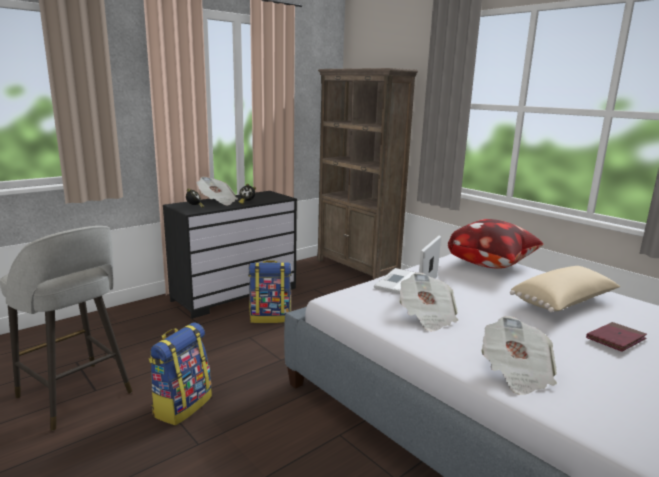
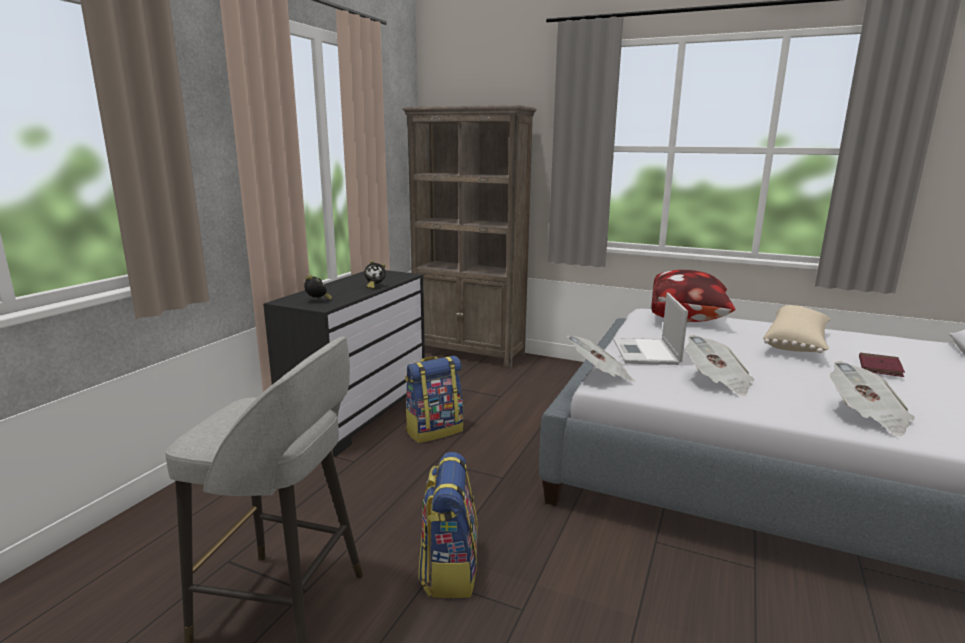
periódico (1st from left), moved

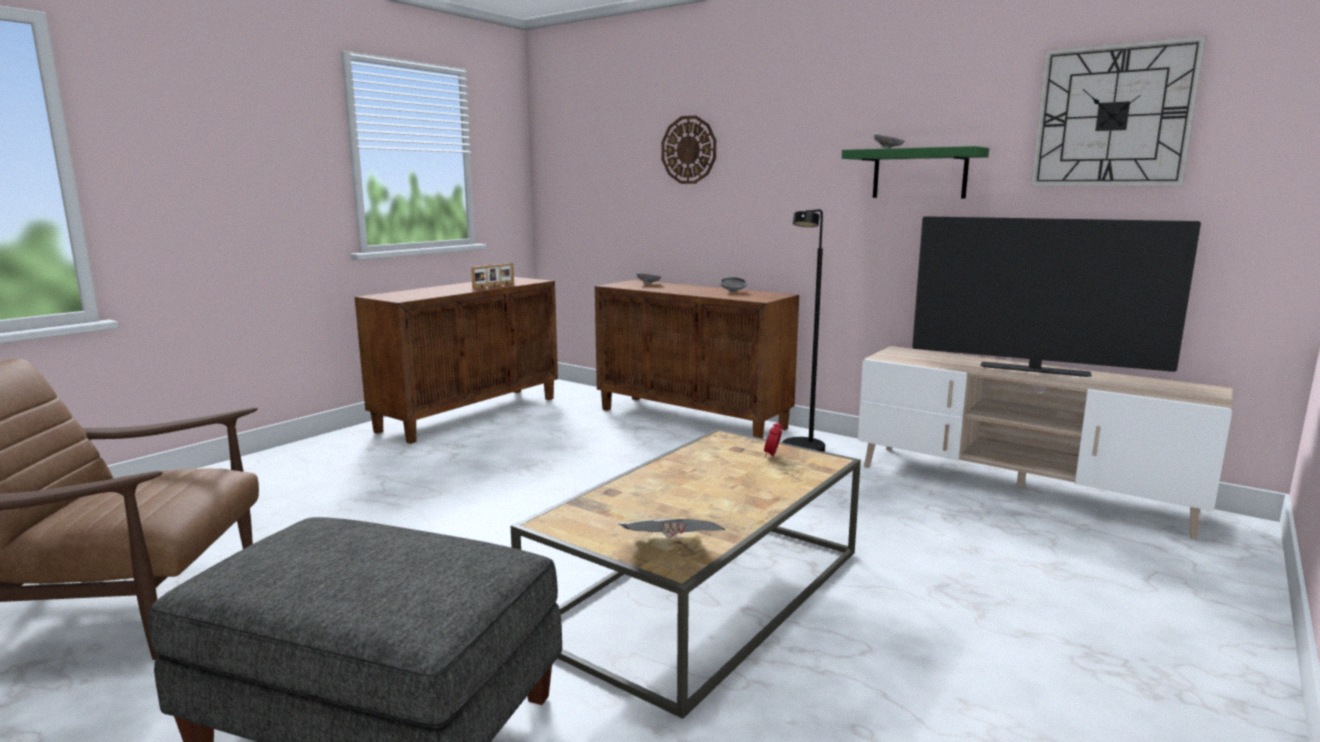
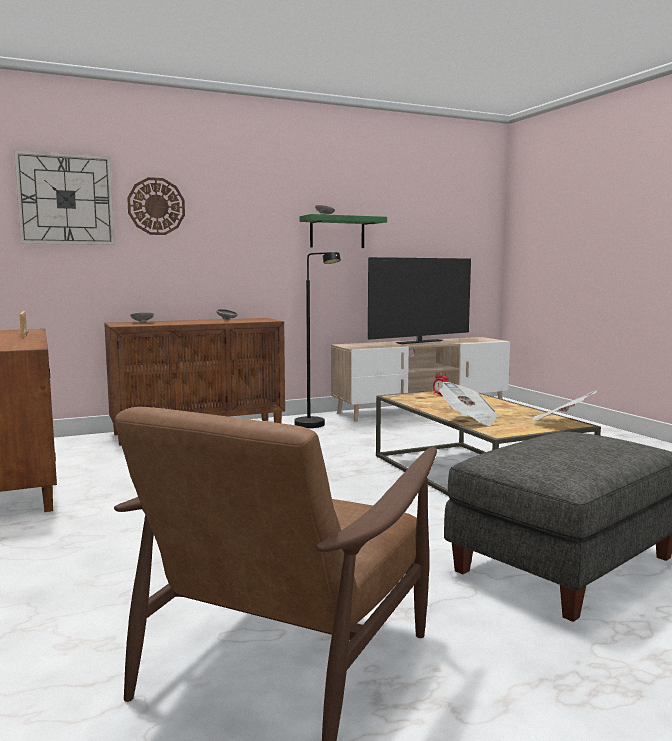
reloj de pared (2nd from left in the first image) => reloj de pared (1st from left), moved
nothing => periódico (1st from left)

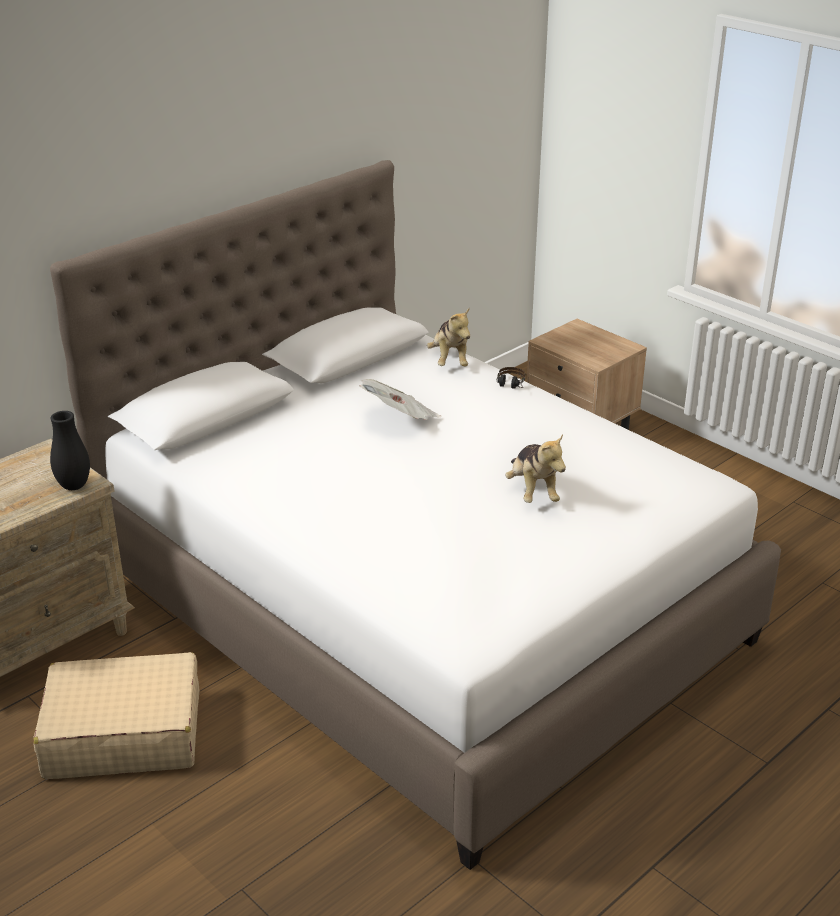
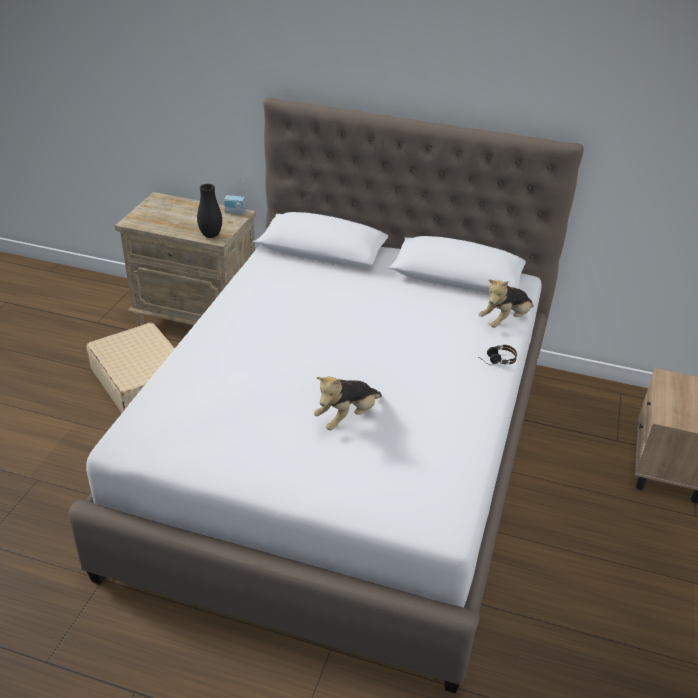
periódico => nothing
nothing => radio

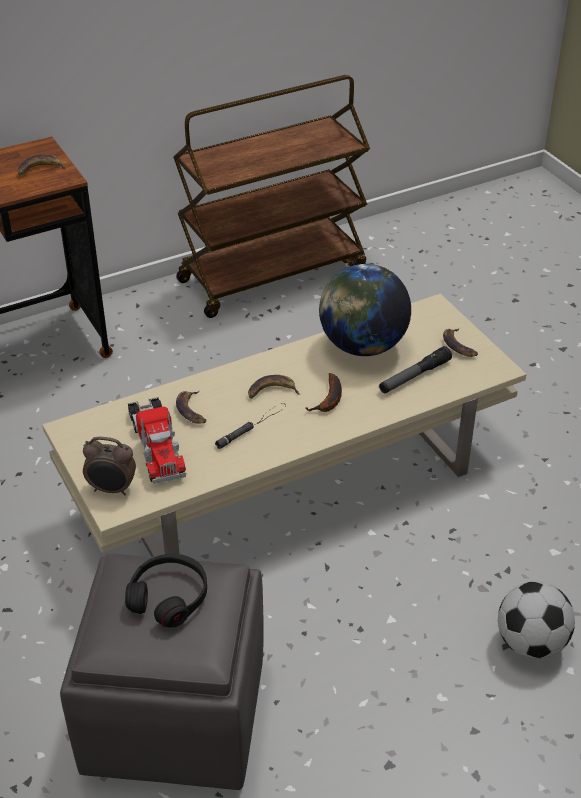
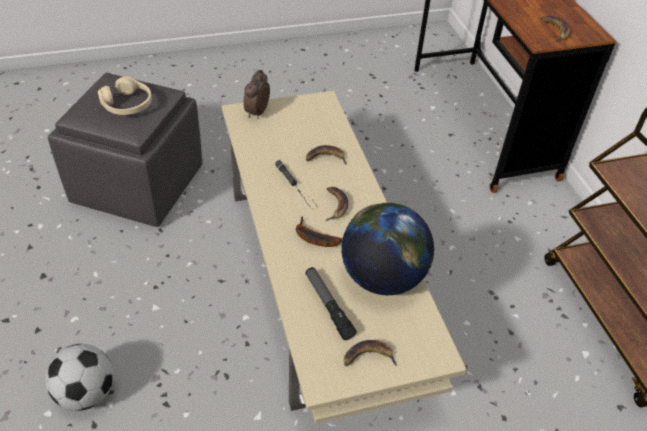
auriculares/negro => auriculares/beis
camión de juguete => nothing

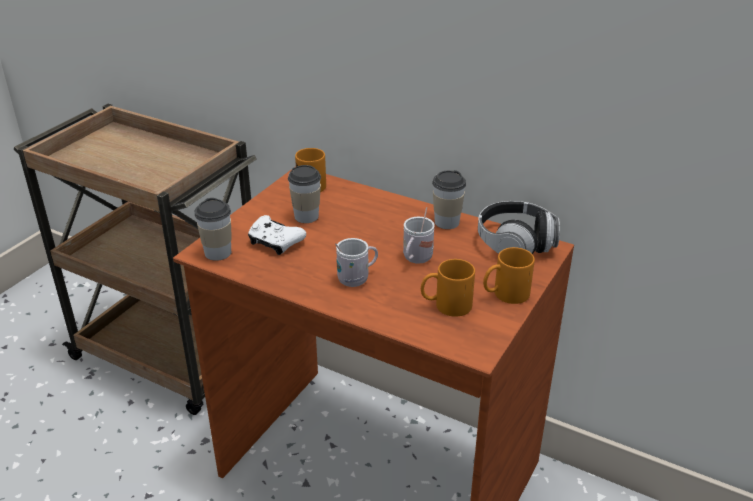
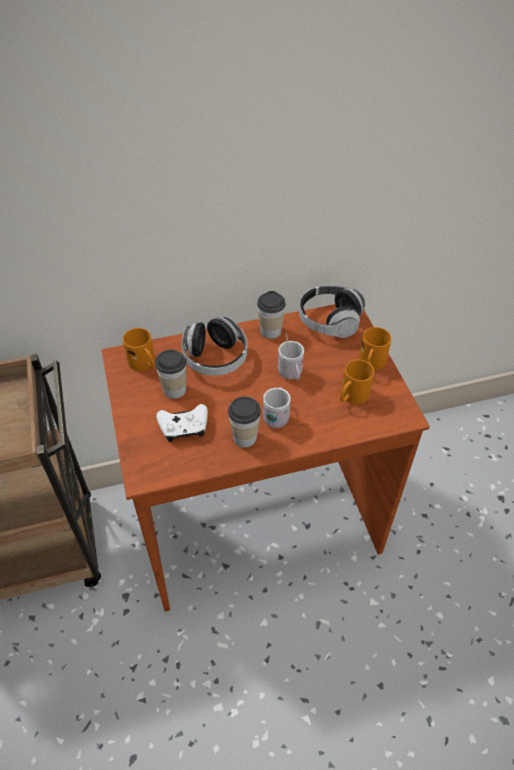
taza (1st from left in the first image) => taza (2nd from left), moved
nothing => auriculares (1st from left)

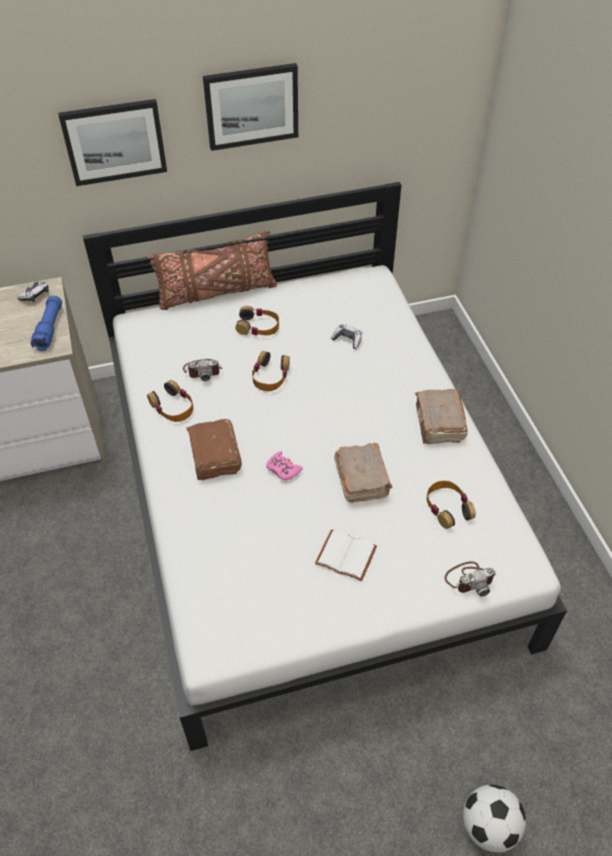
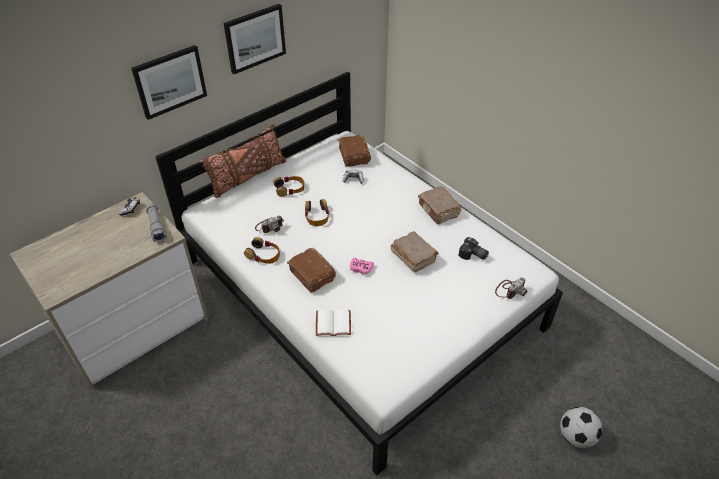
linterna/azul => linterna/gris
libro/blanco, moved
auriculares (4th from left) => cámara (2nd from left)
nothing => libro/marrón (2nd from left)

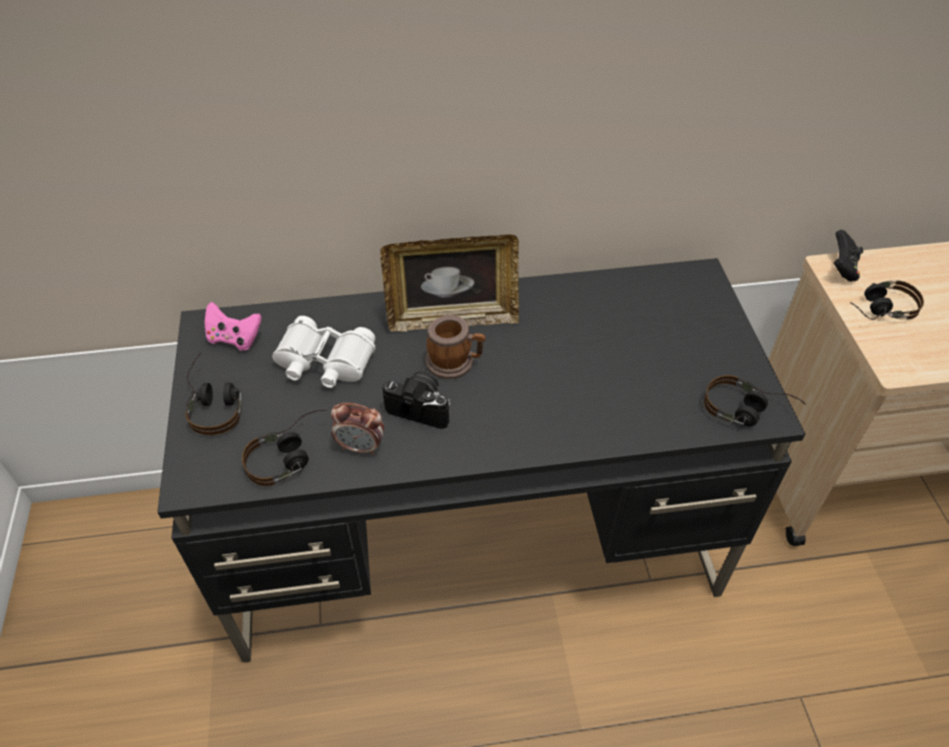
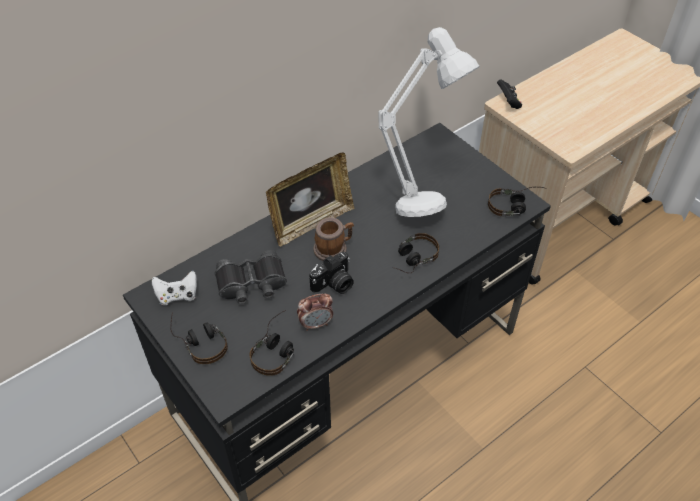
mando de consola/rosa => mando de consola/blanco
prismáticos/blanco => prismáticos/negro
cámara, 150 degrees clockwise
auriculares (4th from left in the first image) => auriculares (3rd from left), moved
nothing => lámpara de mesa/gris

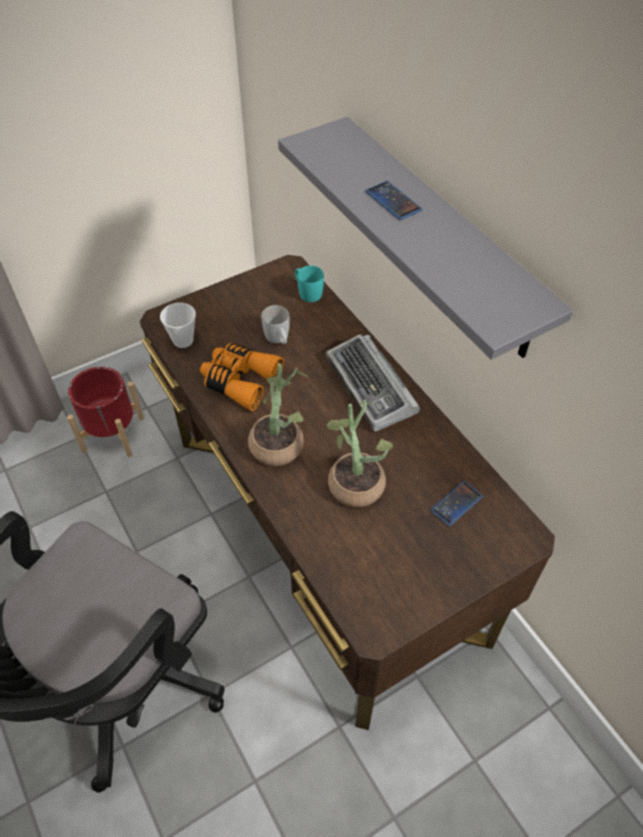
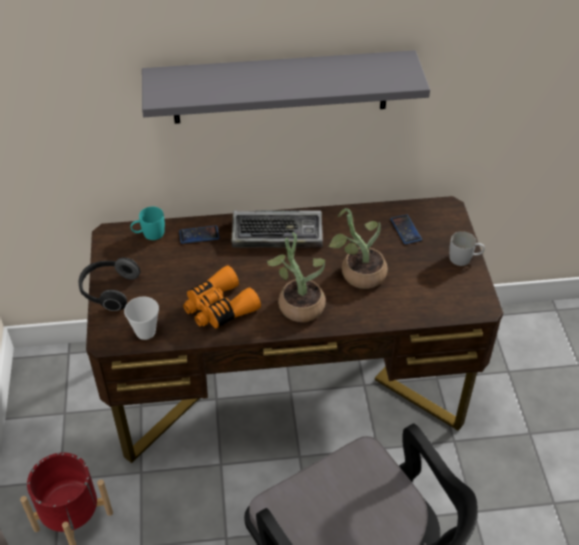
taza grande/blanco, moved
móvil (1st from left), moved
nothing => auriculares

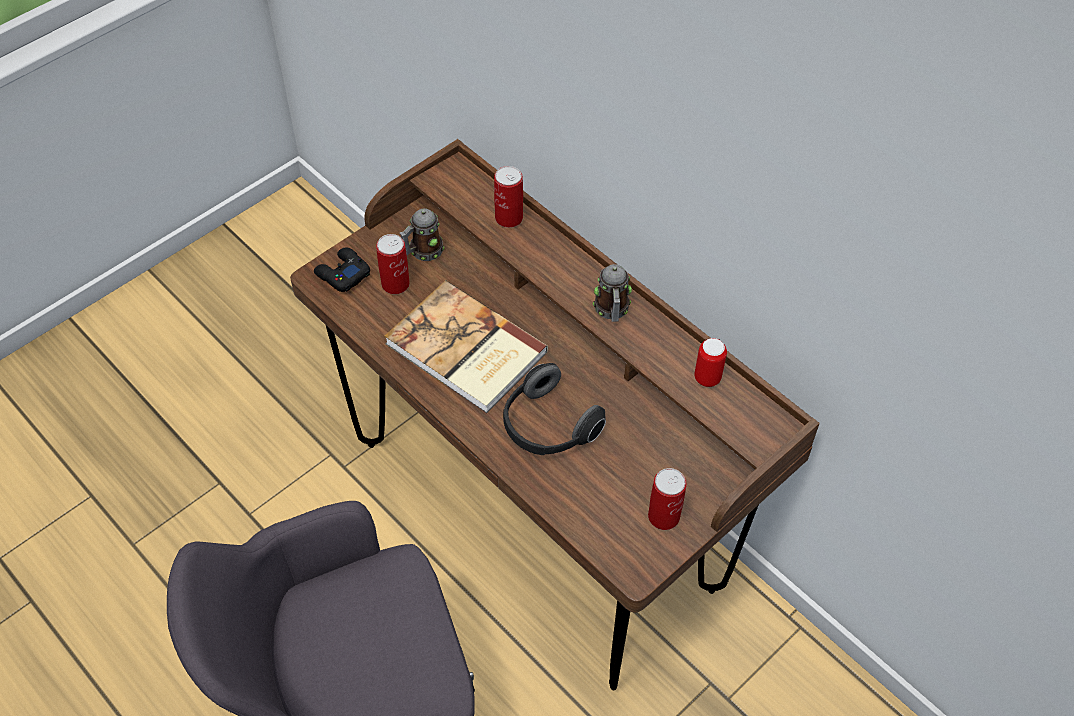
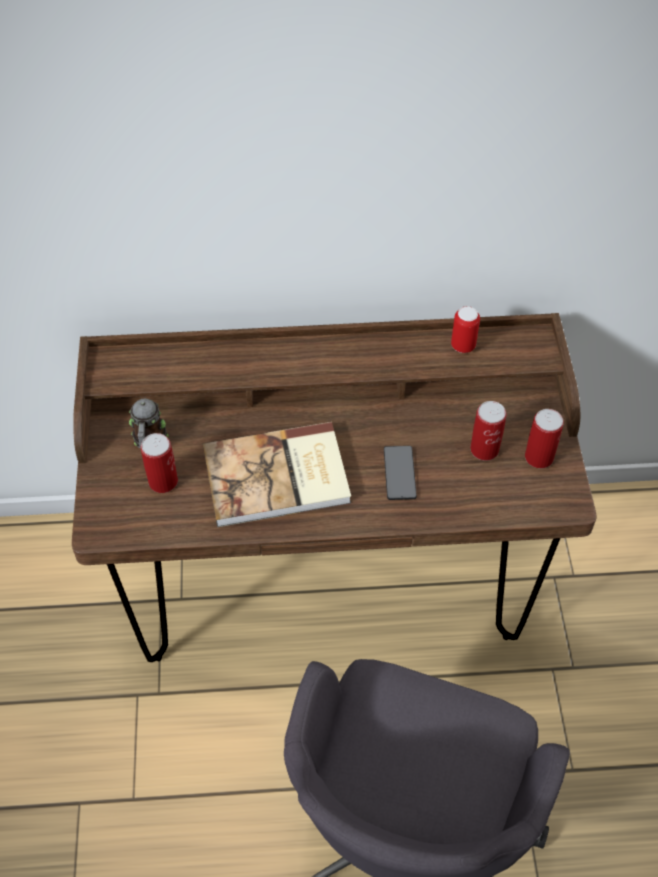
mando de consola/negro => nothing
lata (2nd from left in the first image) => lata (3rd from left), moved
auriculares => móvil
taza grande (2nd from left) => nothing

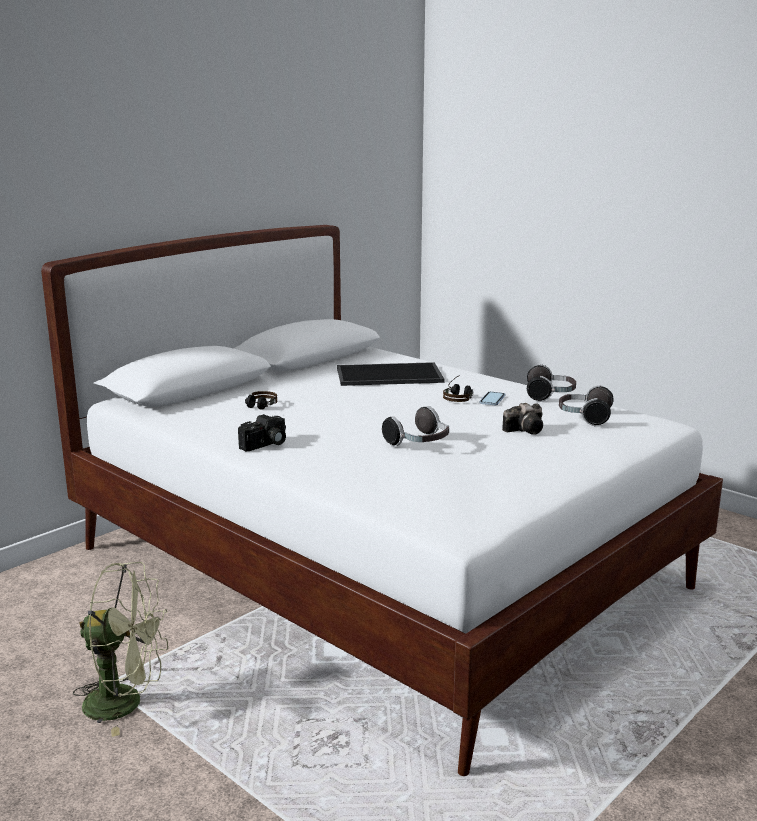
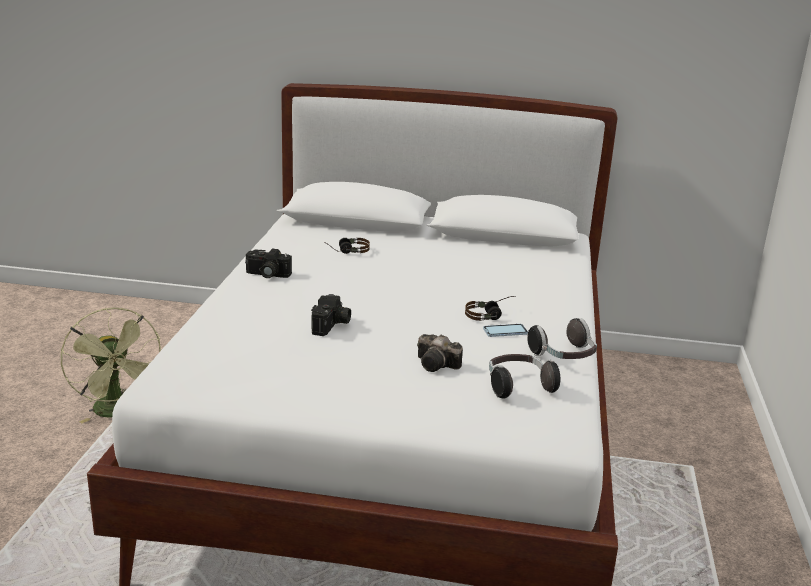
bandeja => nothing
auriculares (2nd from left) => cámara (2nd from left)

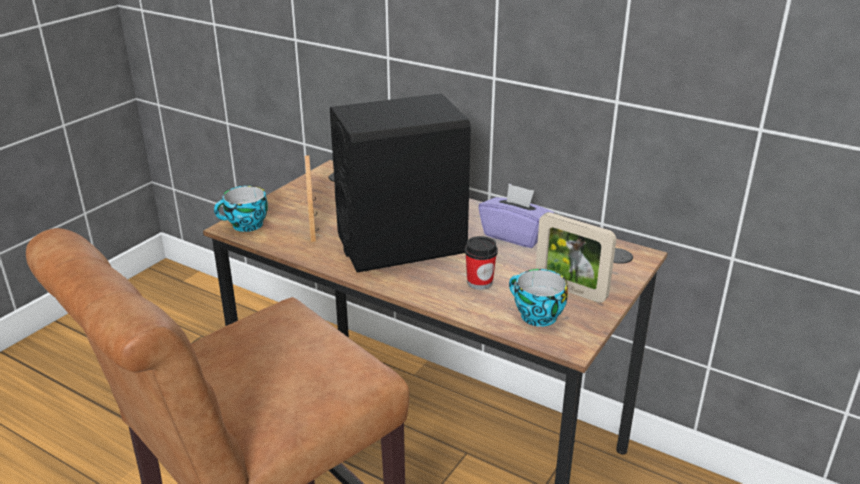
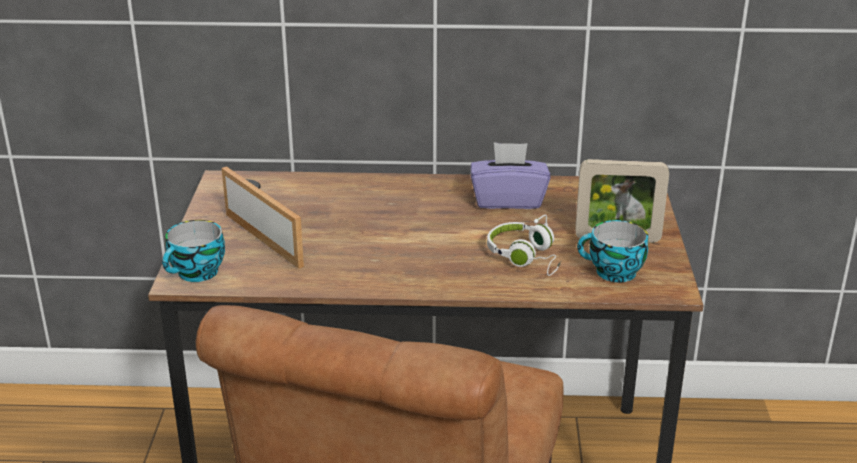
altavoz/negro => nothing
taza (2nd from left) => auriculares/blanco

